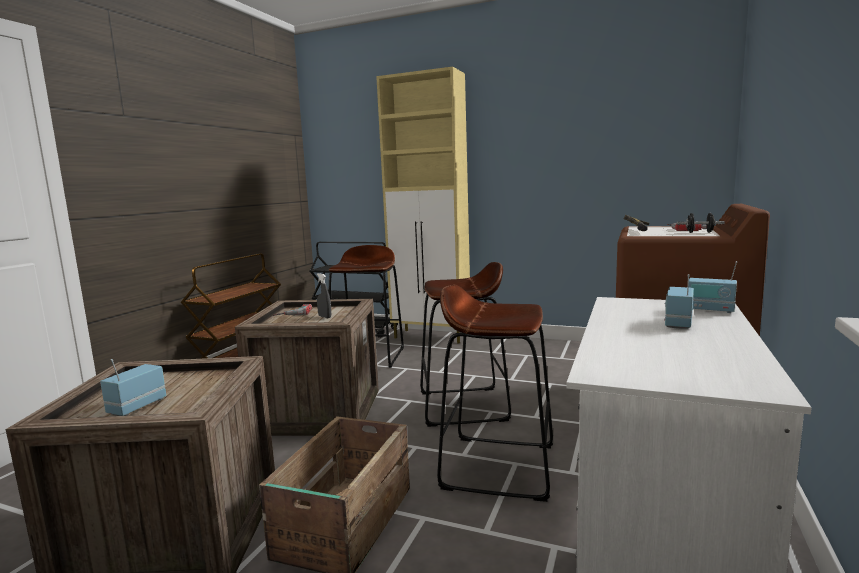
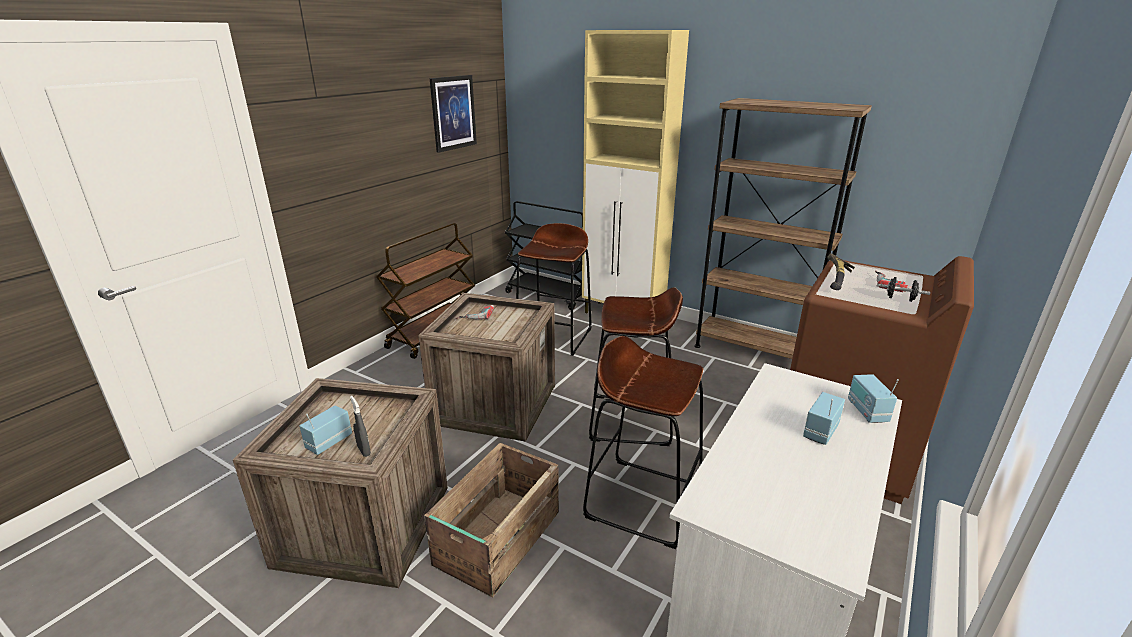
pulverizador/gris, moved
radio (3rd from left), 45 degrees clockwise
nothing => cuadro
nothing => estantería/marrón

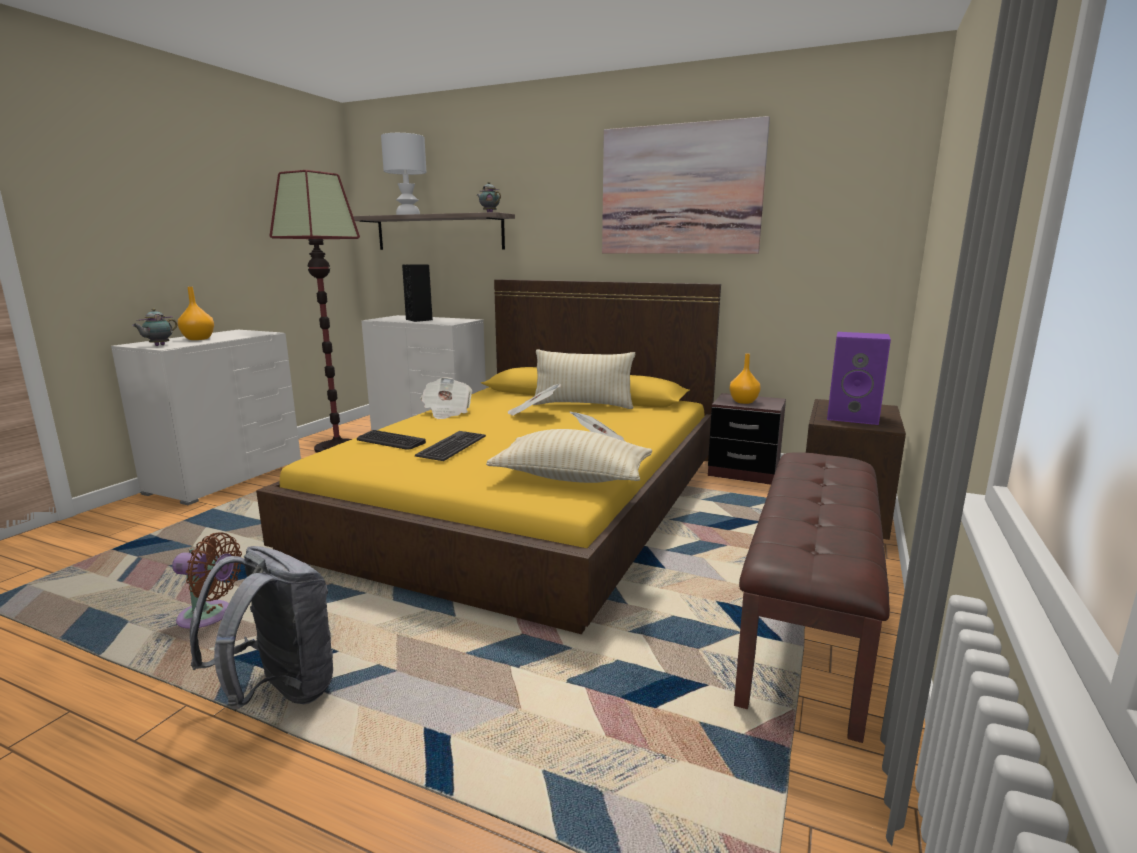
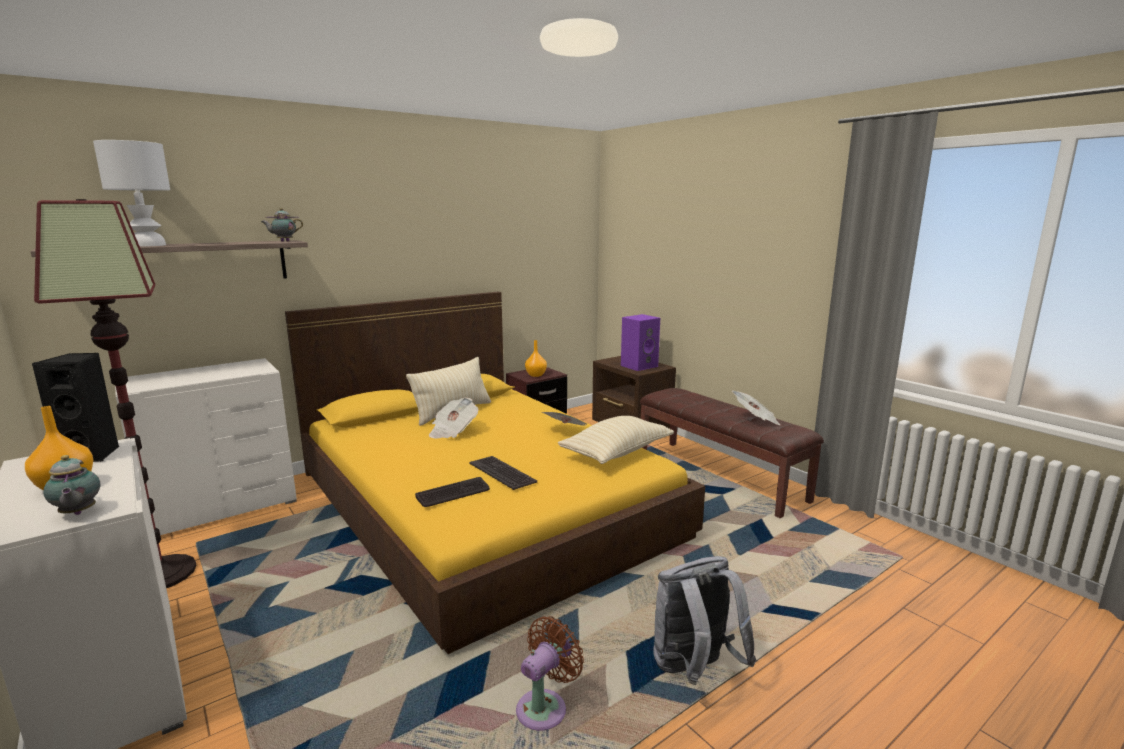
altavoz/negro, moved
periódico (1st from left in the first image) => periódico (3rd from left), moved
cuadro => nothing

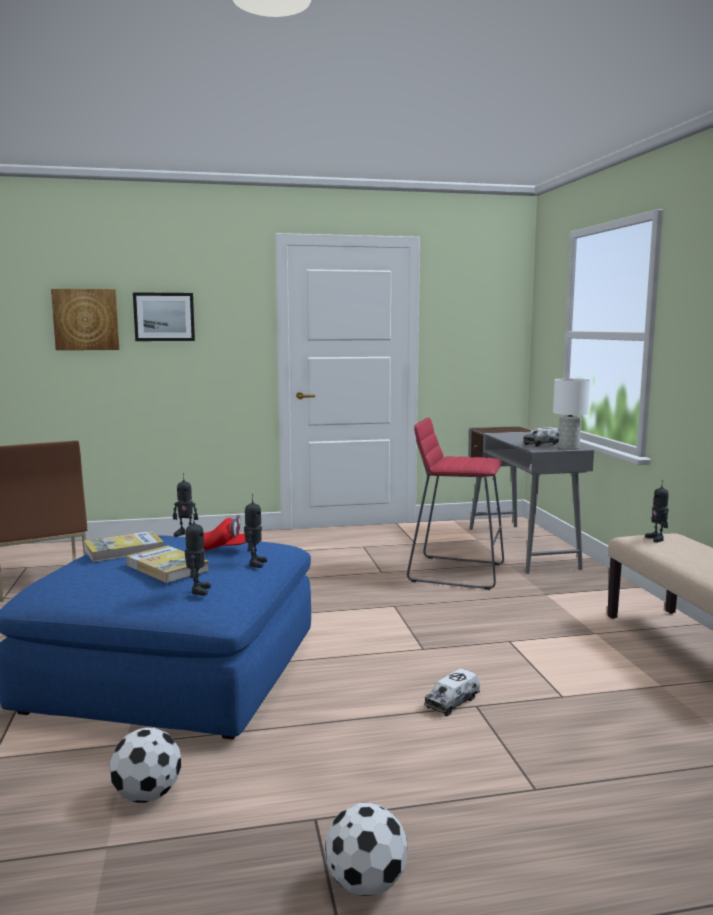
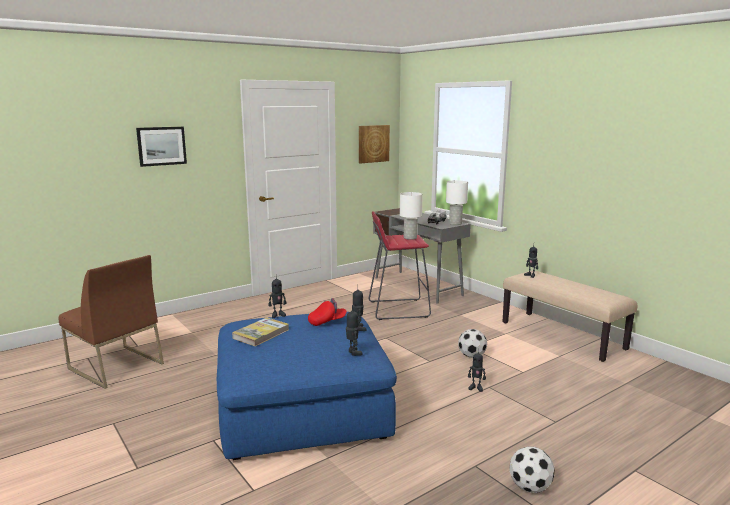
cuadro (1st from left in the first image) => cuadro (2nd from left), moved
balón de fútbol (1st from left), moved
libro (2nd from left) => nothing
camión de juguete (1st from left) => robot de juguete (4th from left)
nothing => lámpara de mesa/blanco (1st from left)

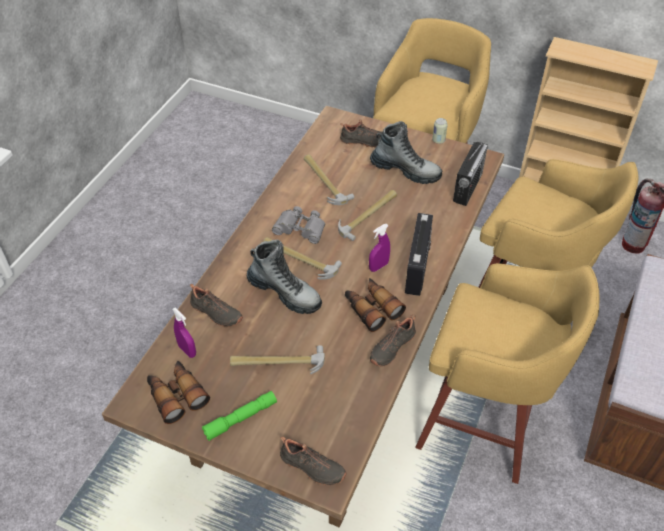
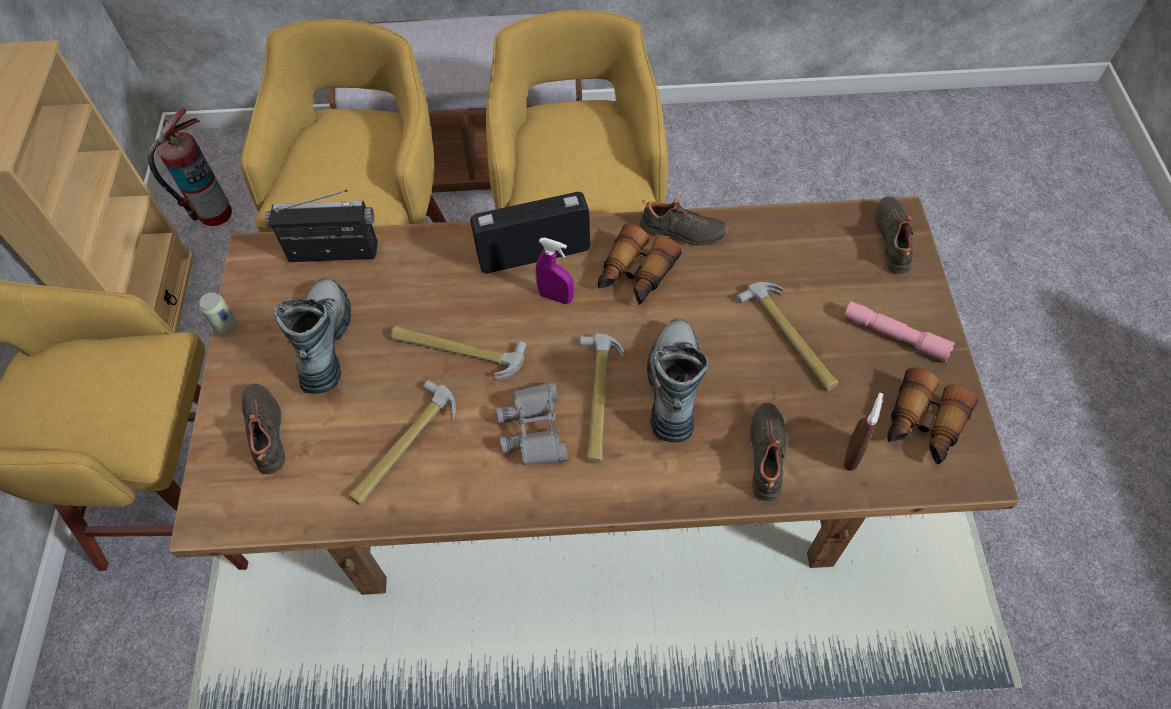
pulverizador/morado (1st from left) => pulverizador/marrón
linterna/verde => linterna/rosa

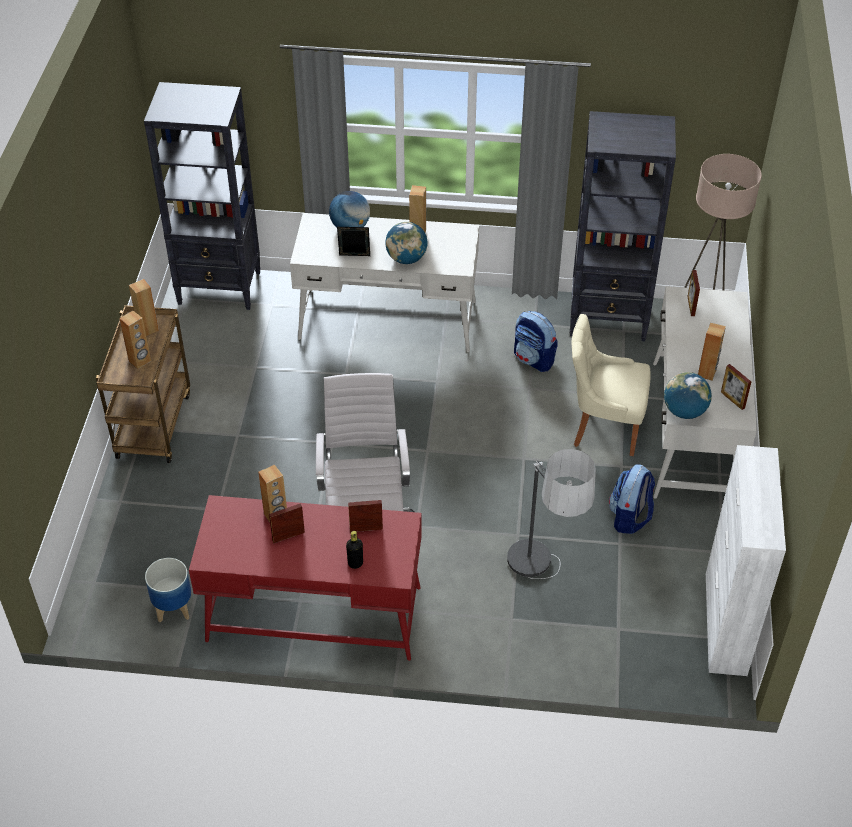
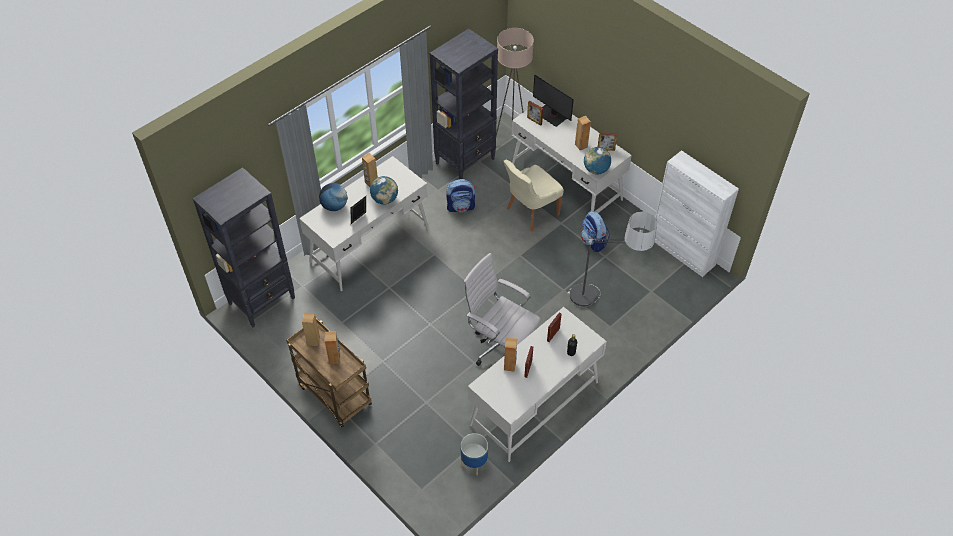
escritorio/rojo => escritorio/blanco (2nd from left)
nothing => monitor

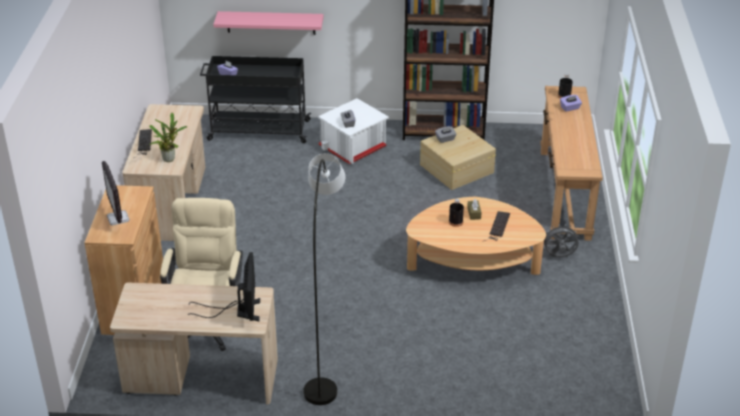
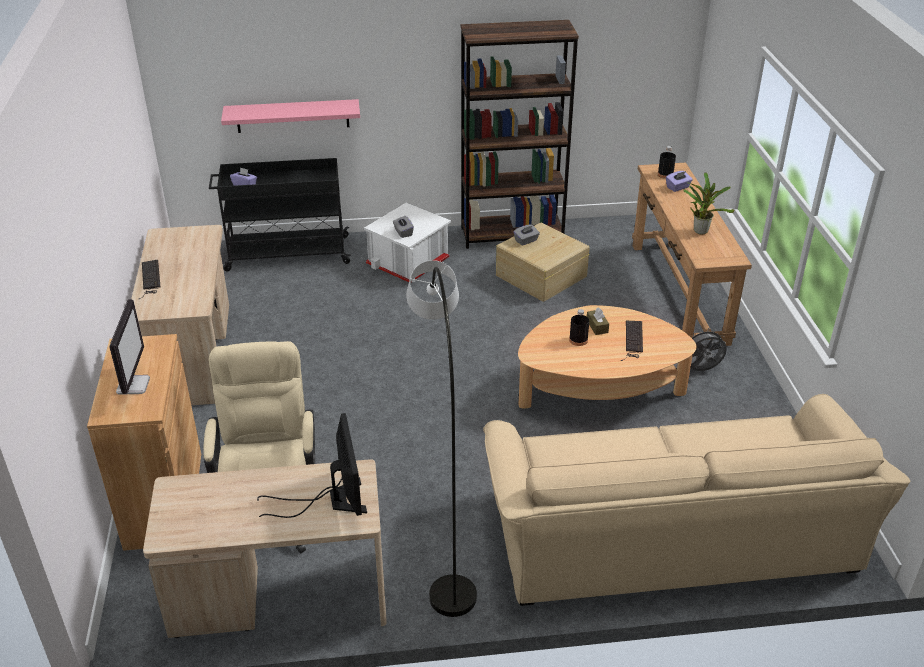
monitor (1st from left), 150 degrees counterclockwise
planta en maceta, moved
nothing => sofá/beis

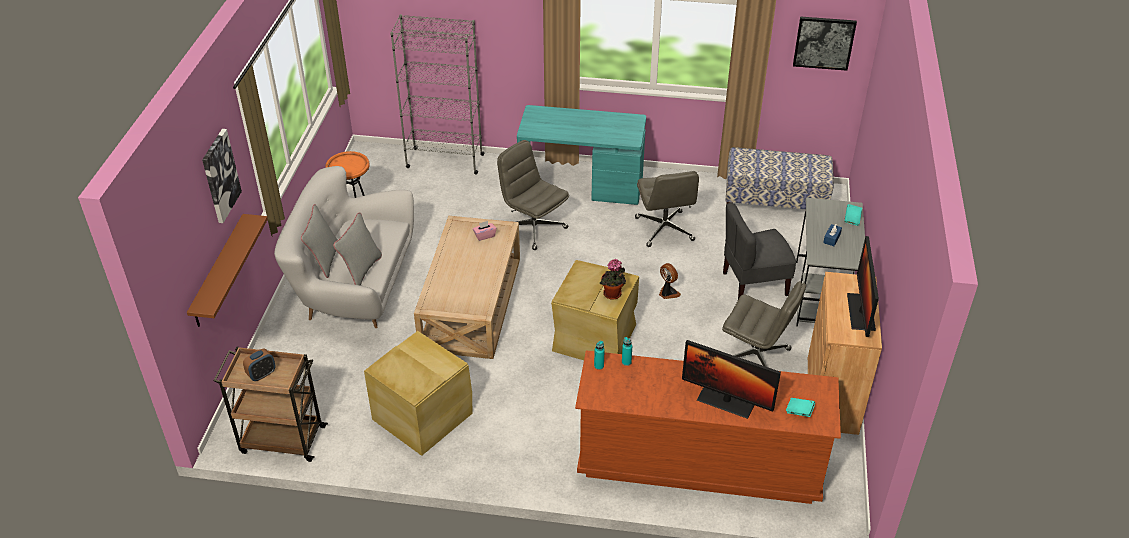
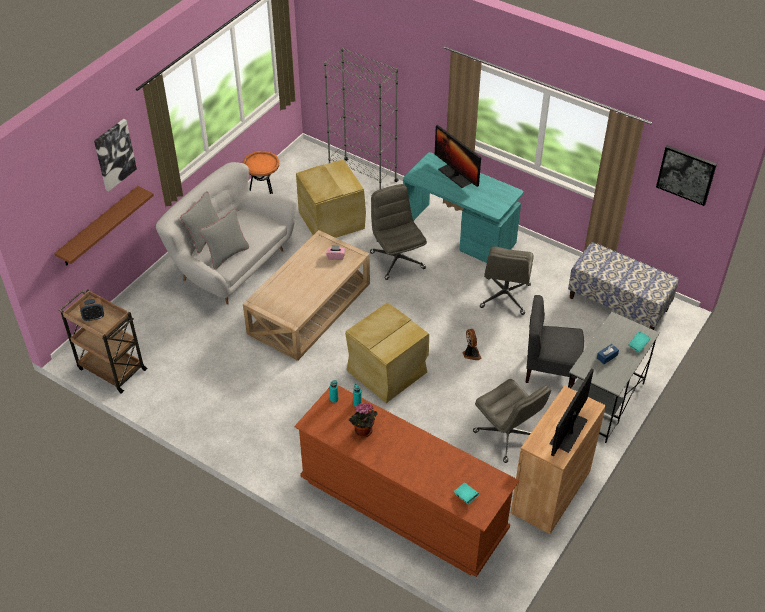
caja de almacenaje/beis (1st from left), moved
planta en maceta, moved
monitor (1st from left), moved

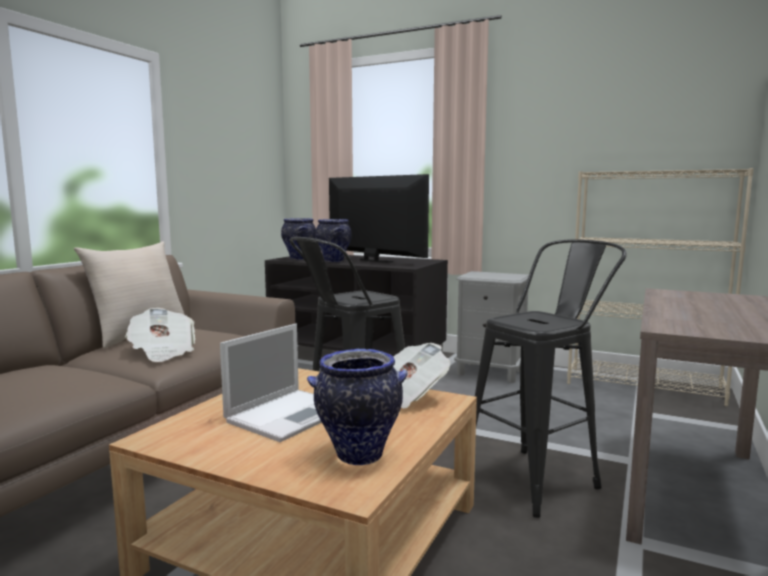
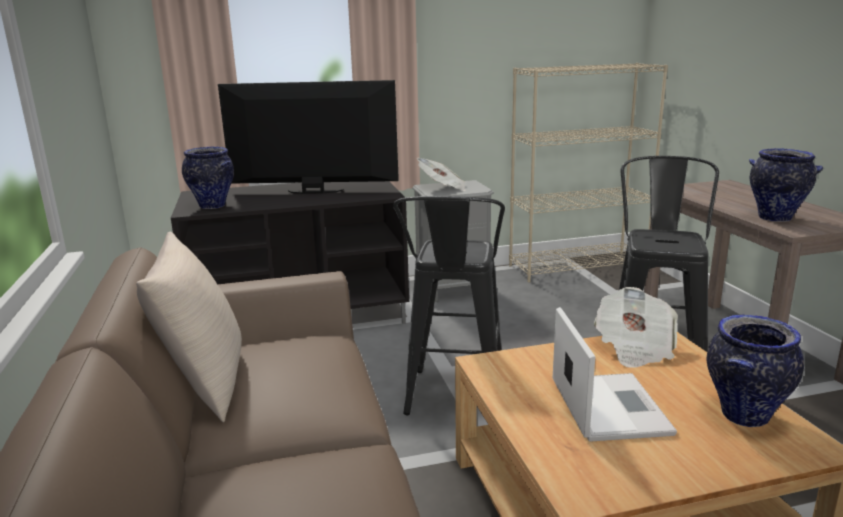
periódico (1st from left), moved
florero (2nd from left in the first image) => florero (3rd from left), moved

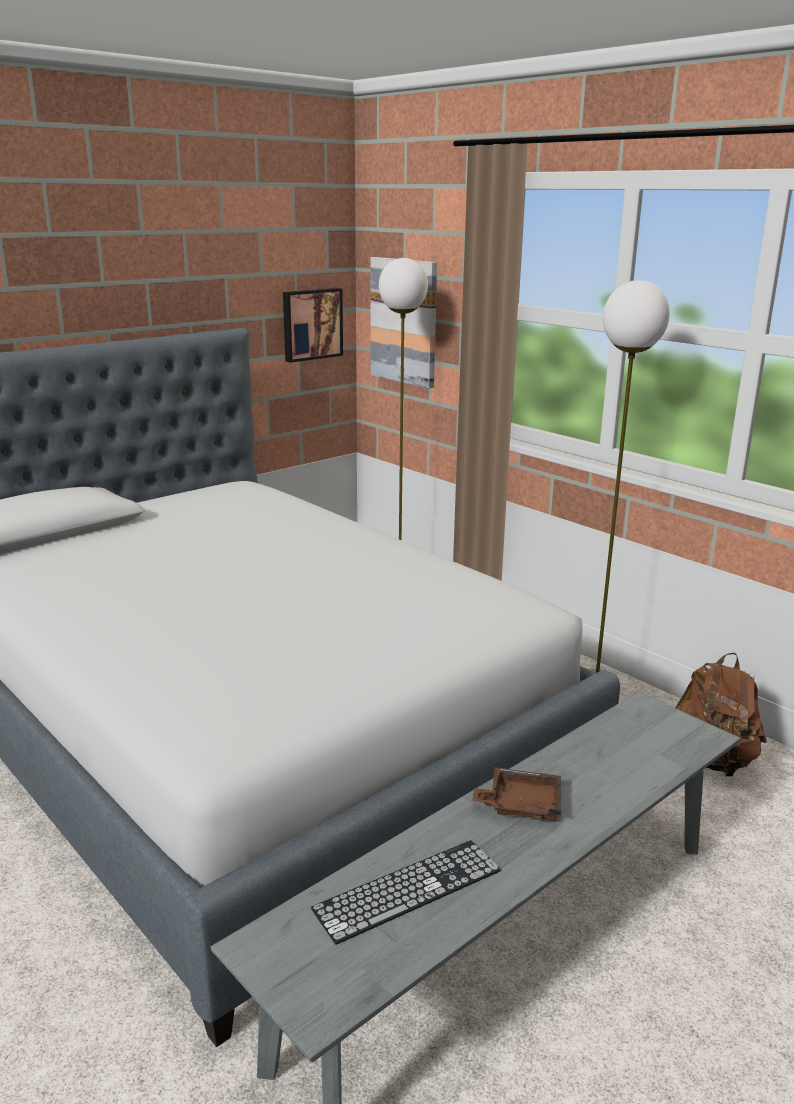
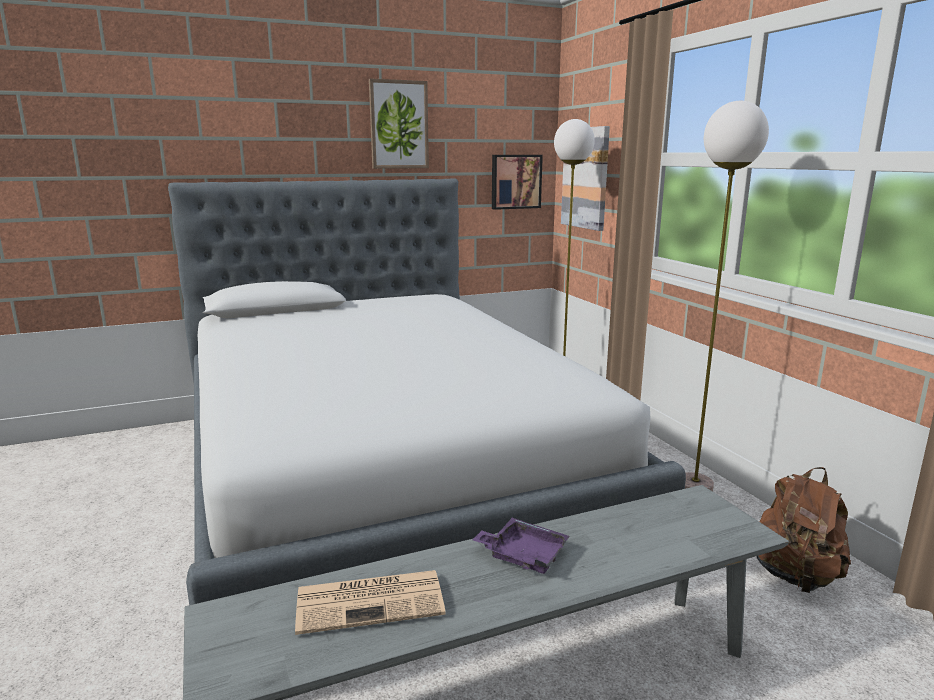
teclado => periódico
bandeja/marrón => bandeja/morado
nothing => cuadro (1st from left)

